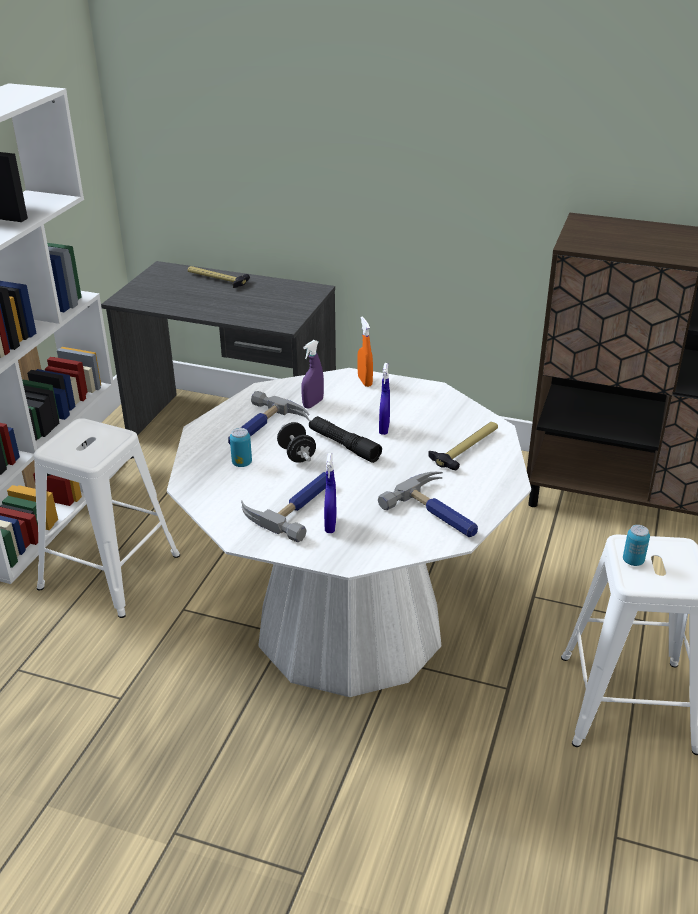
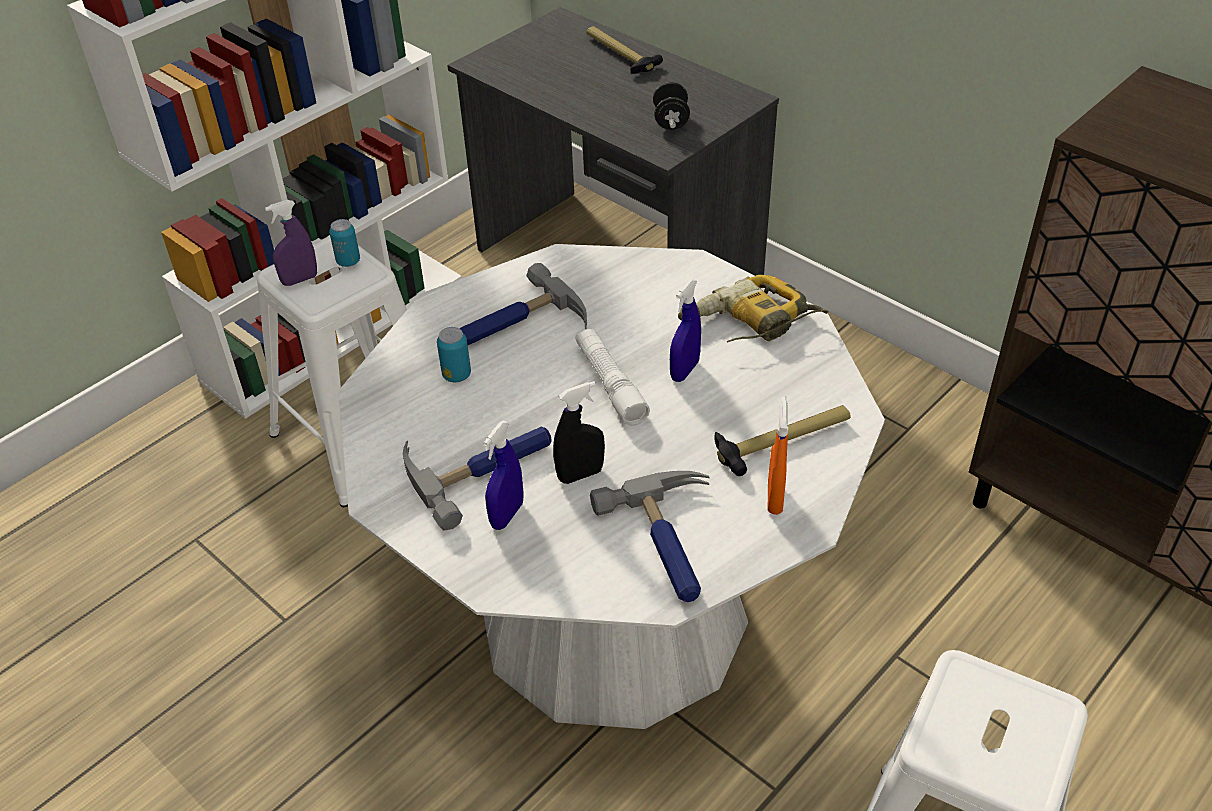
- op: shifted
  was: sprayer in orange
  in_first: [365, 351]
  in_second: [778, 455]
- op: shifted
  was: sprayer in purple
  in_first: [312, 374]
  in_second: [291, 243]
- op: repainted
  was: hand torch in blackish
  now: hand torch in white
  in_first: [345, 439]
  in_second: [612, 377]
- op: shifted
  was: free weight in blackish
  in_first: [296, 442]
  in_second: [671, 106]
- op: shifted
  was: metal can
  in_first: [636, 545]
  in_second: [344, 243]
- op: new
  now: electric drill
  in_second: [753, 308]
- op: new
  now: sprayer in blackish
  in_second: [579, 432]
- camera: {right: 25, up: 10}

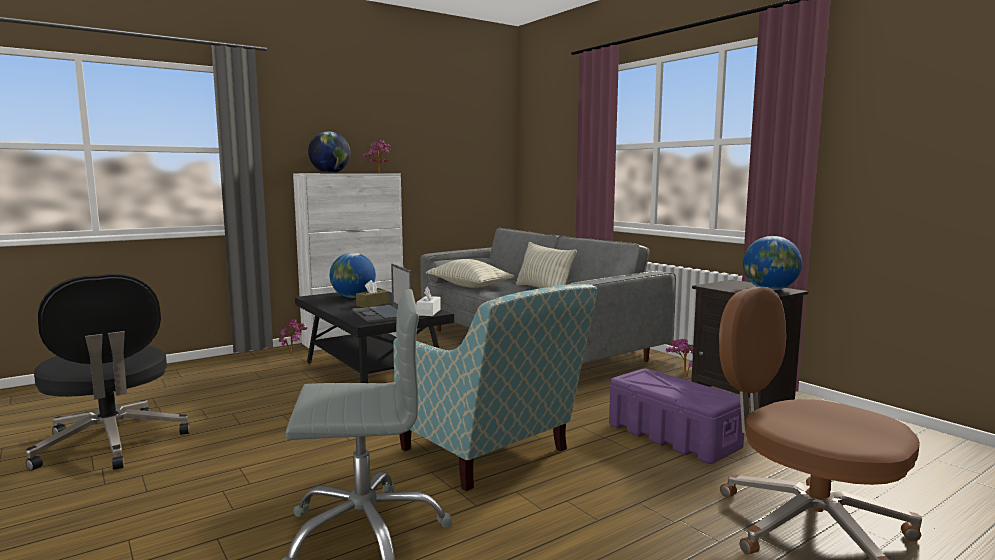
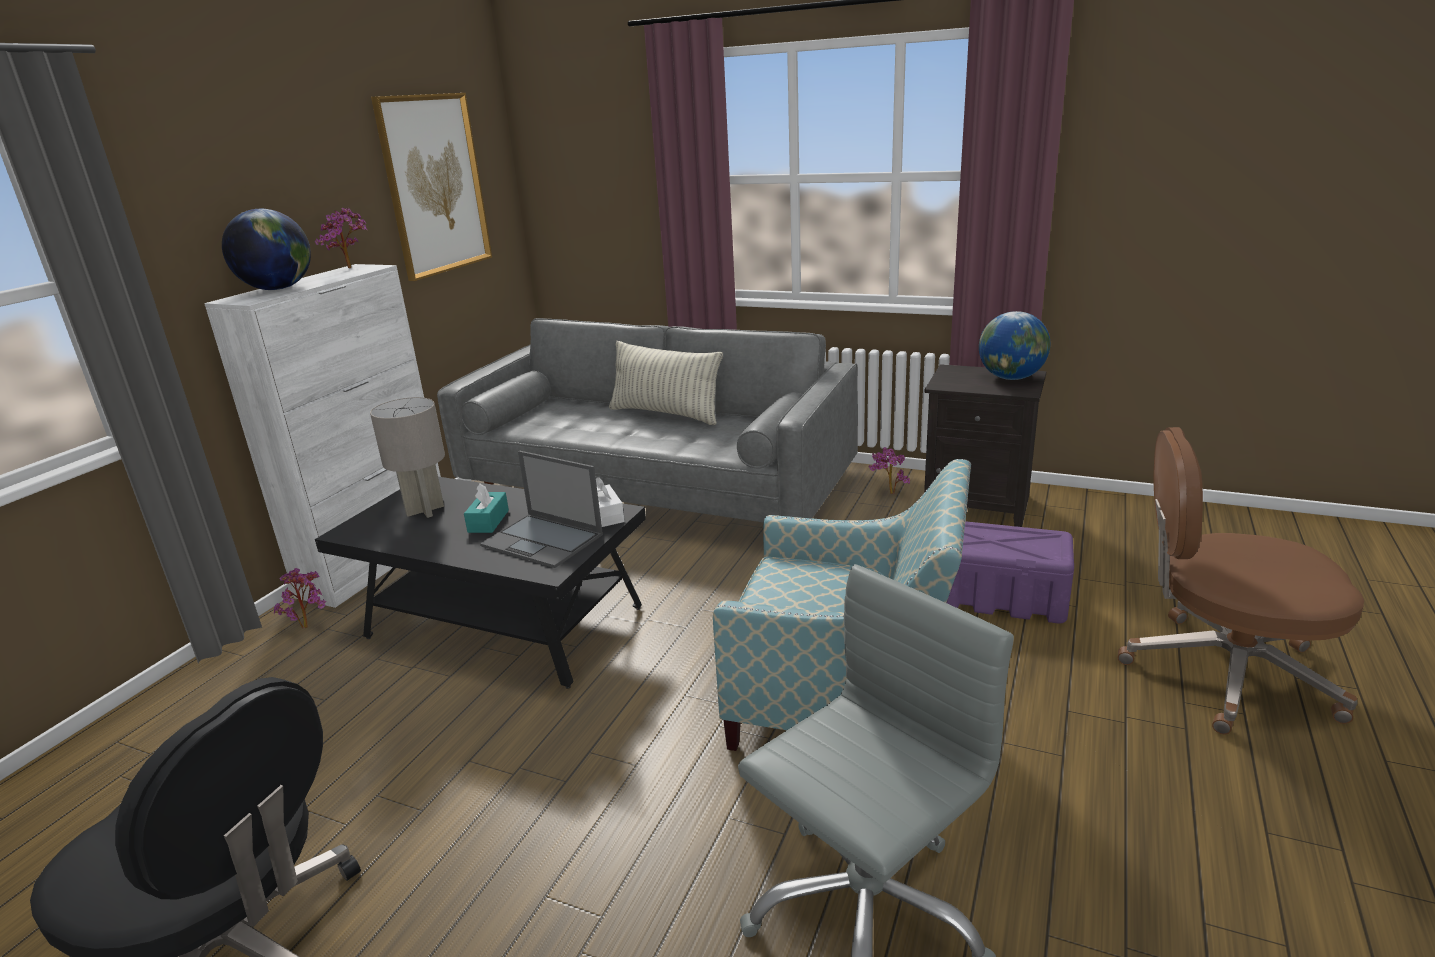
- op: swapped
  was: globe
  now: tabletop lamp in gray
  in_first: [353, 275]
  in_second: [407, 457]
- op: gone
  was: throw pillow
  in_first: [470, 273]
- op: repainted
  was: tissue holder in brownish
  now: tissue holder in turquoise-coloured
  in_first: [372, 294]
  in_second: [486, 508]
- op: new
  now: wall picture
  in_second: [431, 187]
- camera: {right: -30, up: 15}

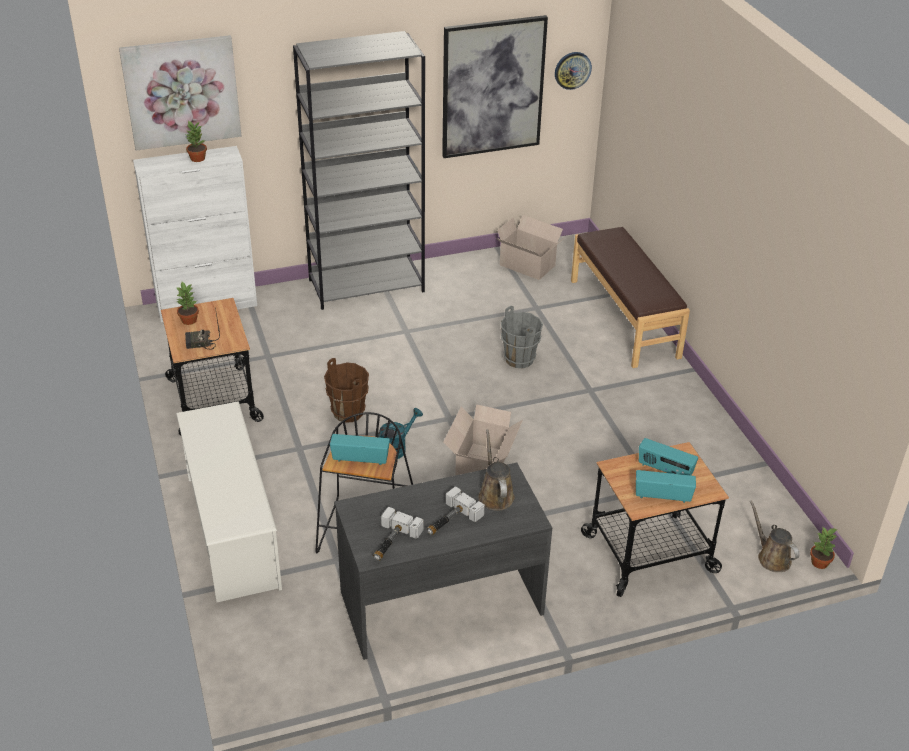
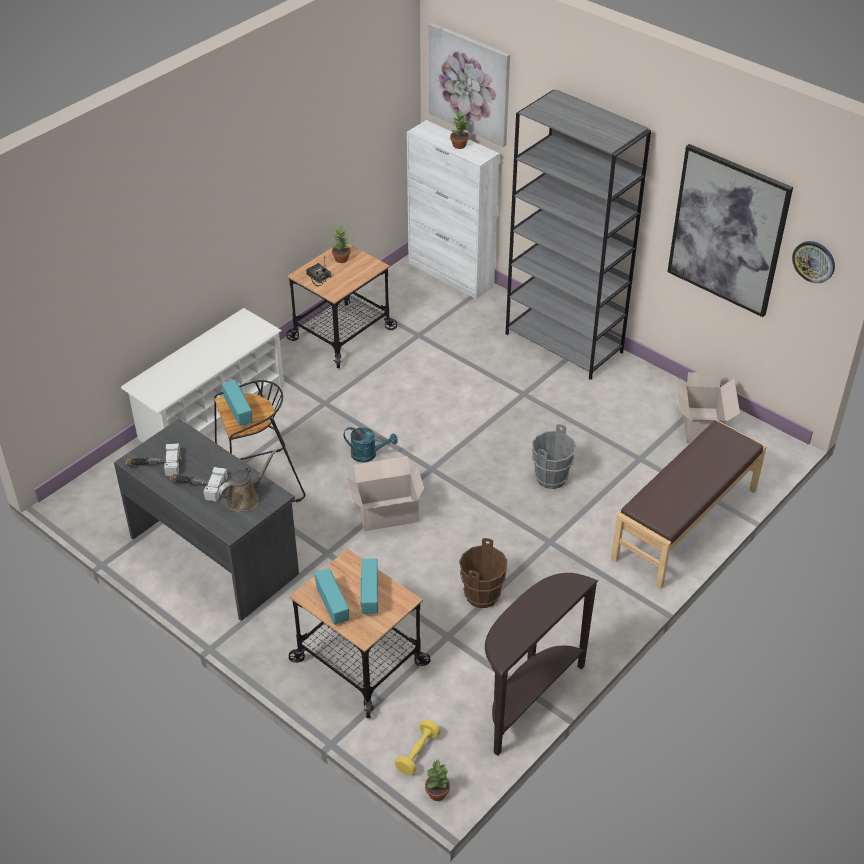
- op: shifted
  was: water bucket in brownish
  in_first: [346, 390]
  in_second: [483, 573]
- op: swapped
  was: watering pot in brownish
  now: free weight in yellow
  in_first: [775, 536]
  in_second: [418, 748]
- op: new
  now: narrow table in brownish
  in_second: [541, 664]
- camera: {right: 60, up: 5}

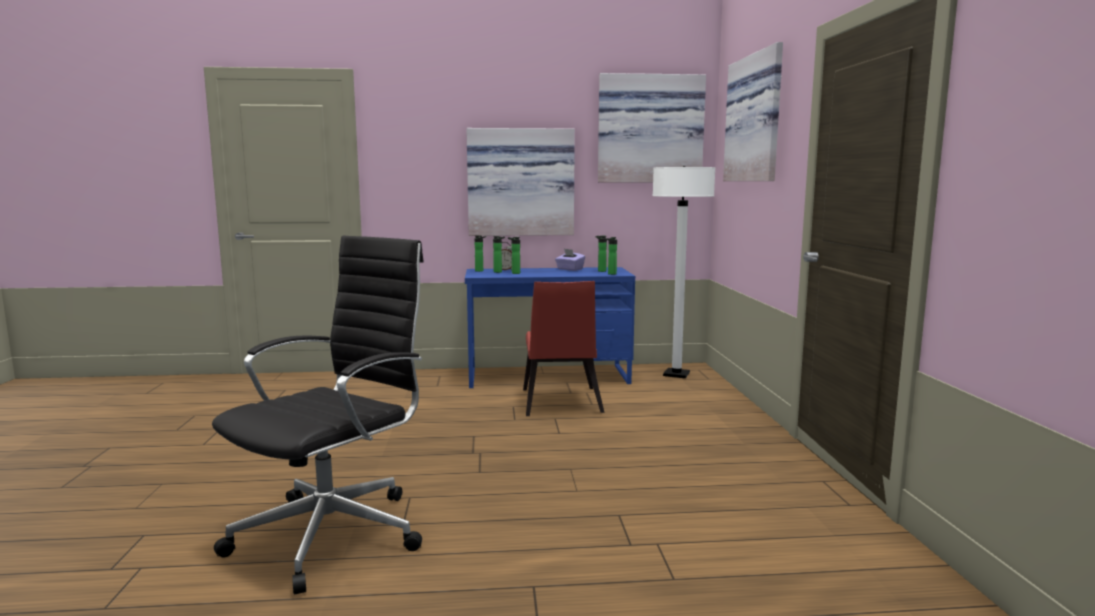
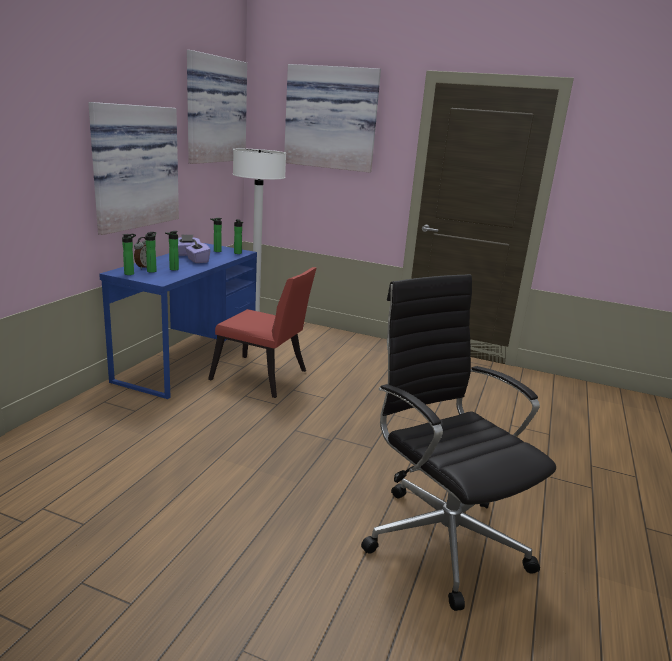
- op: new
  now: tissue holder in purple
  in_second: [198, 251]
- camera: {right: -65, up: 10}

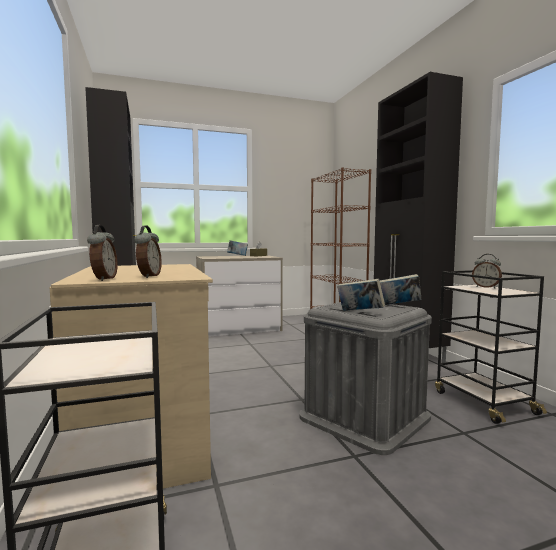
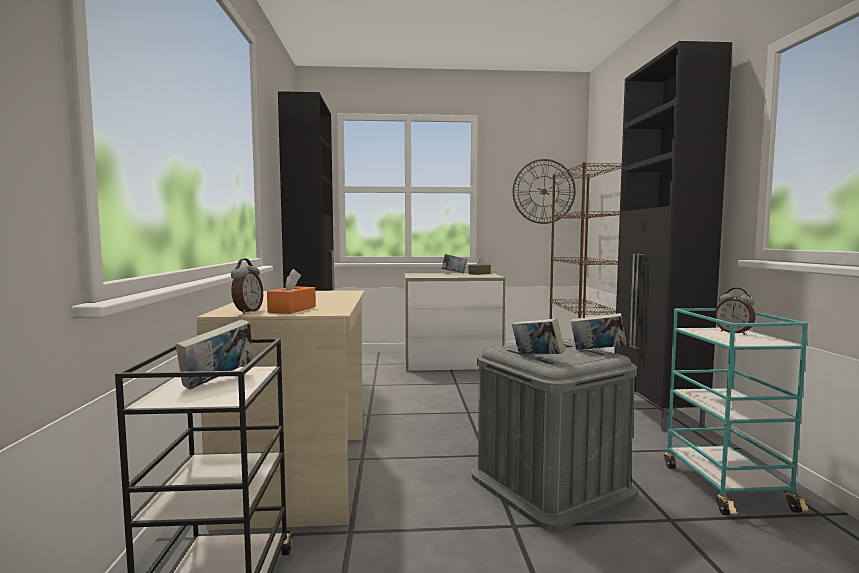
- op: swapped
  was: alarm clock
  now: tissue holder in orange
  in_first: [148, 251]
  in_second: [291, 291]
- op: repainted
  was: wheeled cart in blackish
  now: wheeled cart in turquoise-coloured
  in_first: [491, 347]
  in_second: [736, 411]
- op: new
  now: hanging clock
  in_second: [544, 191]
- op: new
  now: book
  in_second: [214, 354]
- camera: {right: 15, up: 0}

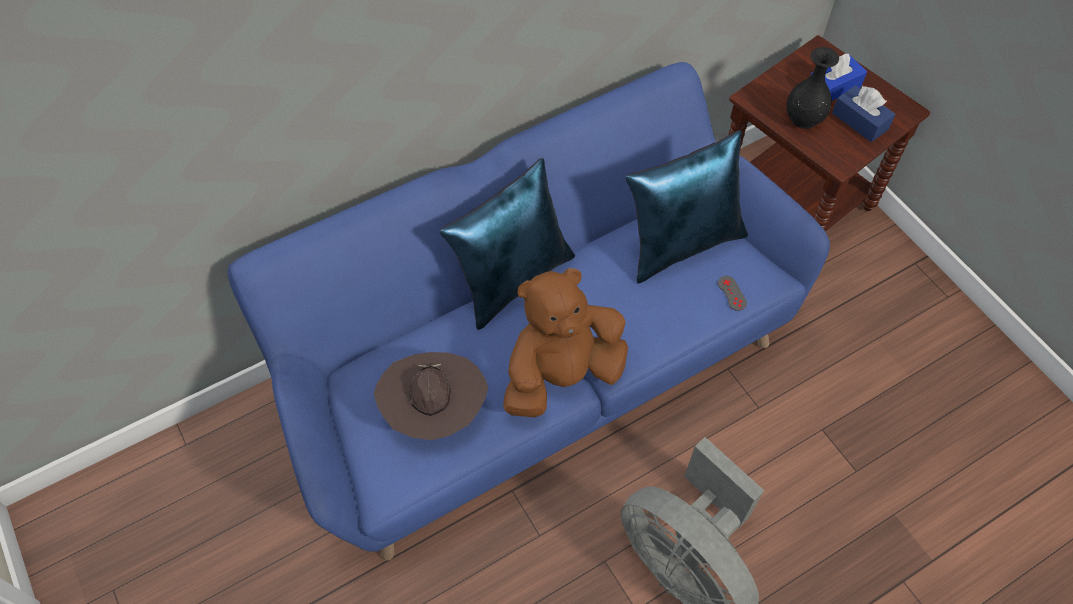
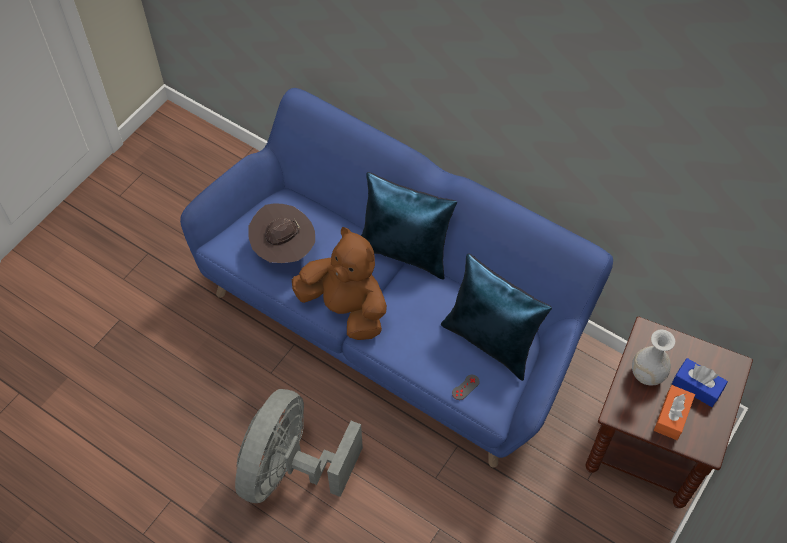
- op: repainted
  was: vase in blackish
  now: vase in white
  in_first: [812, 88]
  in_second: [653, 357]
- op: repainted
  was: tissue holder in blue-coloured
  now: tissue holder in orange
  in_first: [864, 113]
  in_second: [674, 412]
- camera: {right: 65, up: 0}

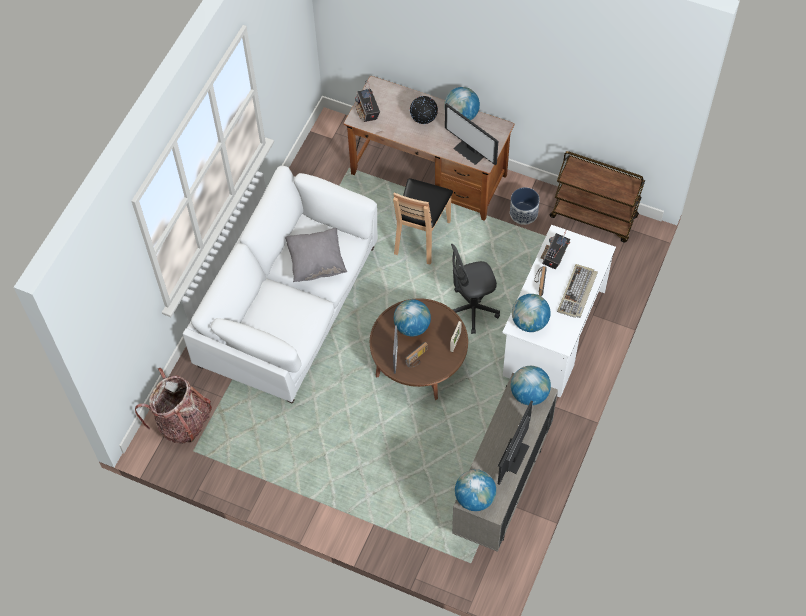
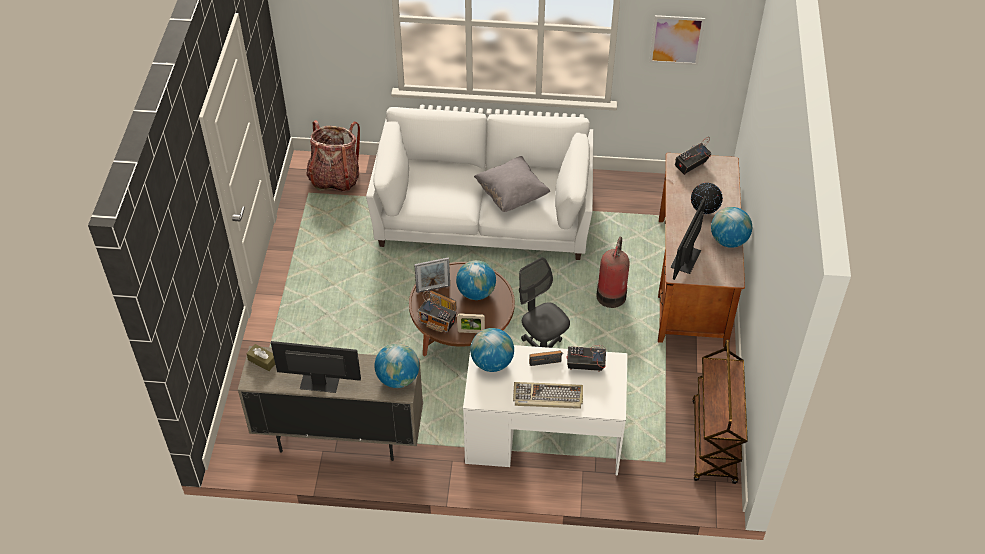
- op: swapped
  was: upright chair in brownish
  now: fire extinguisher
  in_first: [423, 221]
  in_second: [612, 272]
- op: gone
  was: plant pot
  in_first: [525, 206]
- op: swapped
  was: globe
  now: tissue holder in brownish
  in_first: [475, 490]
  in_second: [260, 357]
- op: new
  now: wall picture
  in_second: [677, 40]
- op: new
  now: radio
  in_second: [437, 312]
- camera: {right: 70, up: -10}

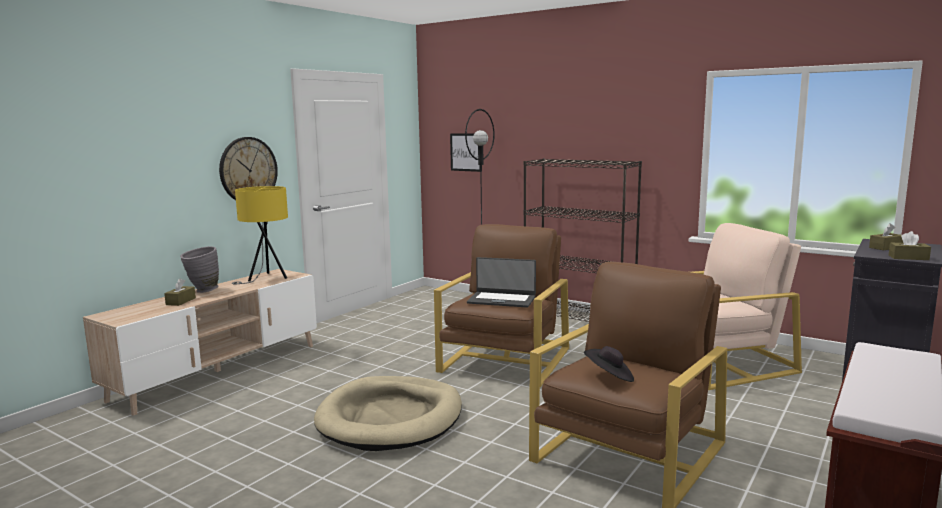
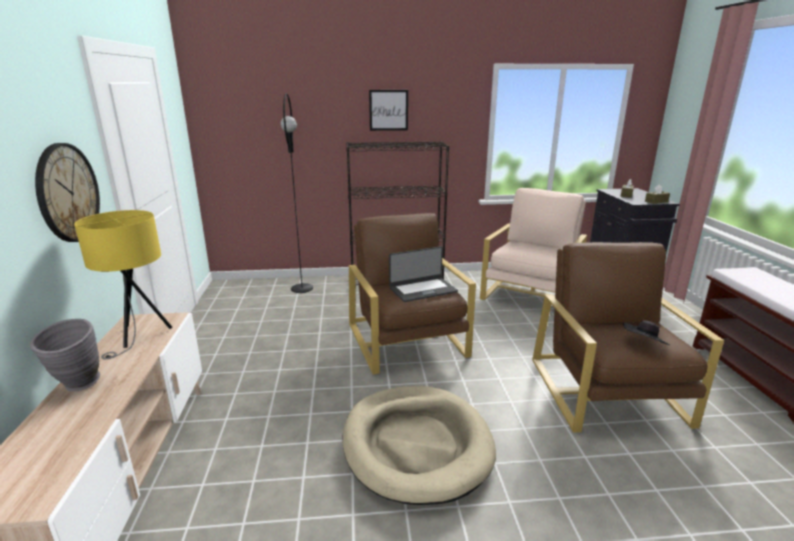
- op: shifted
  was: wall picture
  in_first: [466, 152]
  in_second: [388, 110]
- op: gone
  was: tissue holder in brownish
  in_first: [180, 292]
- camera: {right: -40, up: 10}

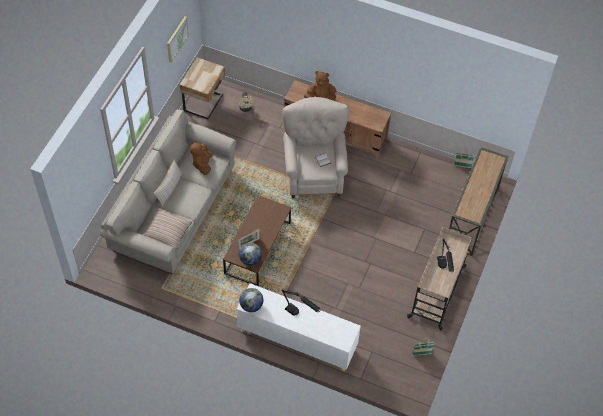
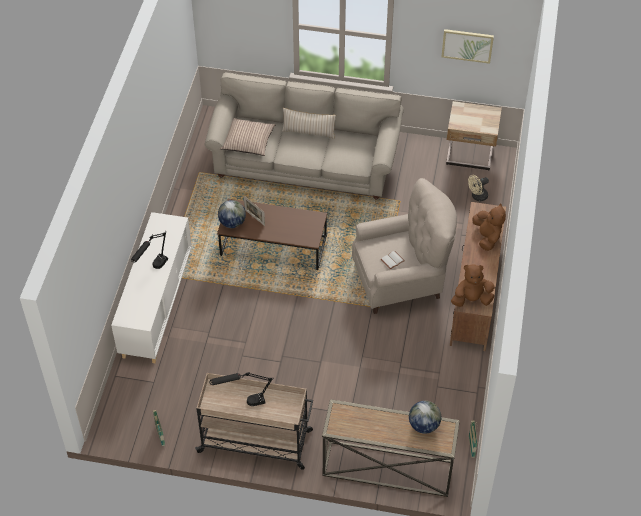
- op: shifted
  was: plush toy in brownish
  in_first: [201, 157]
  in_second: [473, 285]
- op: shifted
  was: globe
  in_first: [251, 300]
  in_second: [425, 417]
- camera: {right: 80, up: -5}

